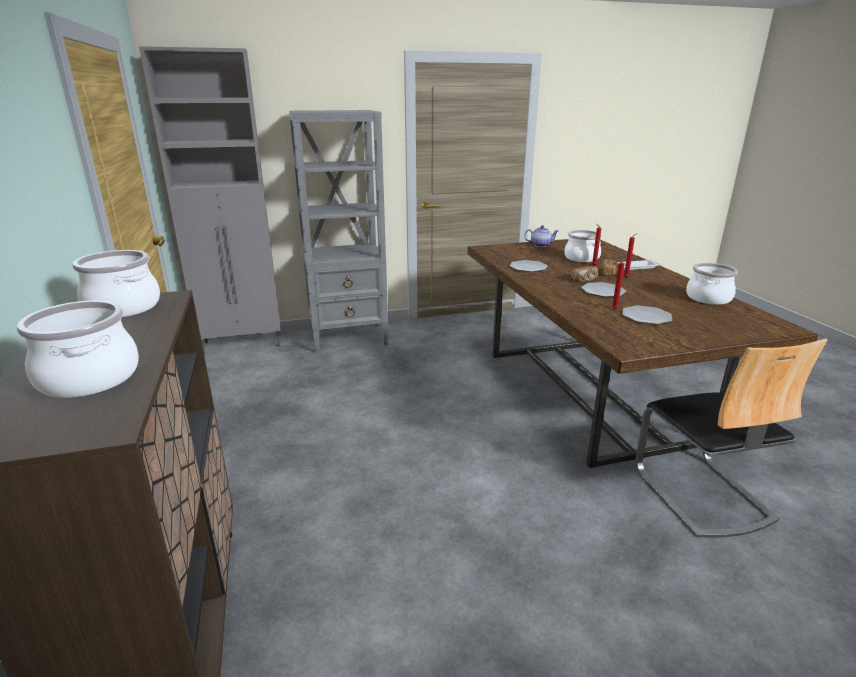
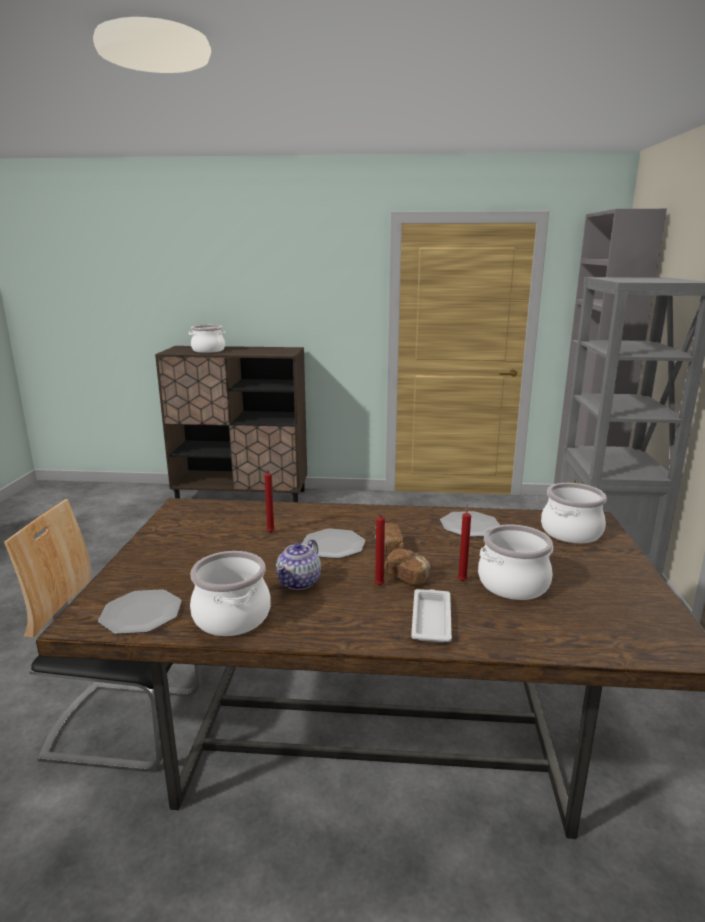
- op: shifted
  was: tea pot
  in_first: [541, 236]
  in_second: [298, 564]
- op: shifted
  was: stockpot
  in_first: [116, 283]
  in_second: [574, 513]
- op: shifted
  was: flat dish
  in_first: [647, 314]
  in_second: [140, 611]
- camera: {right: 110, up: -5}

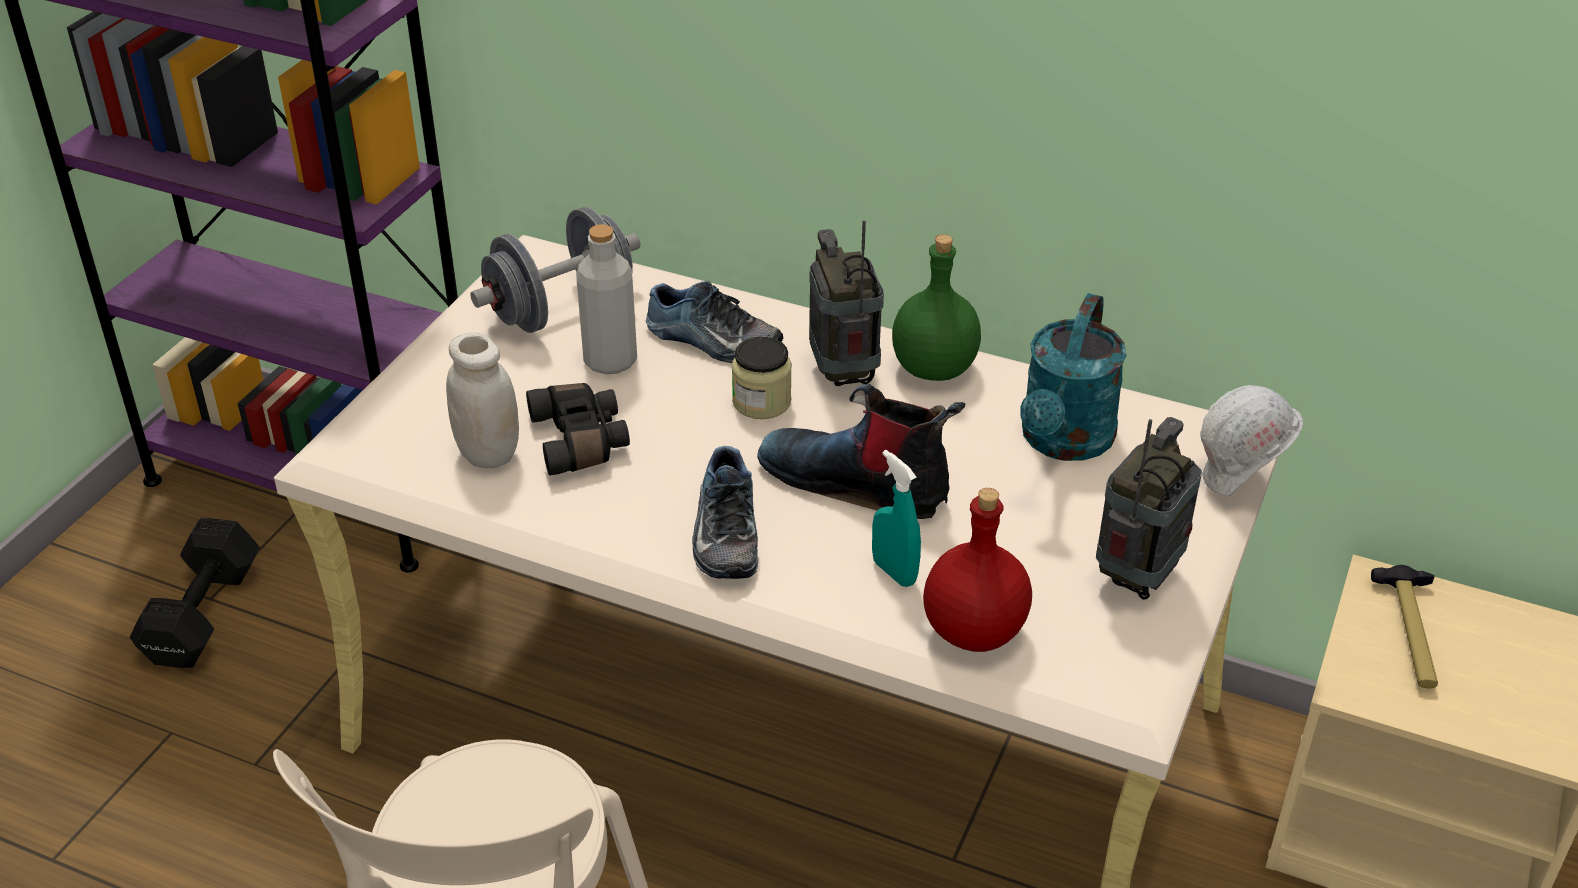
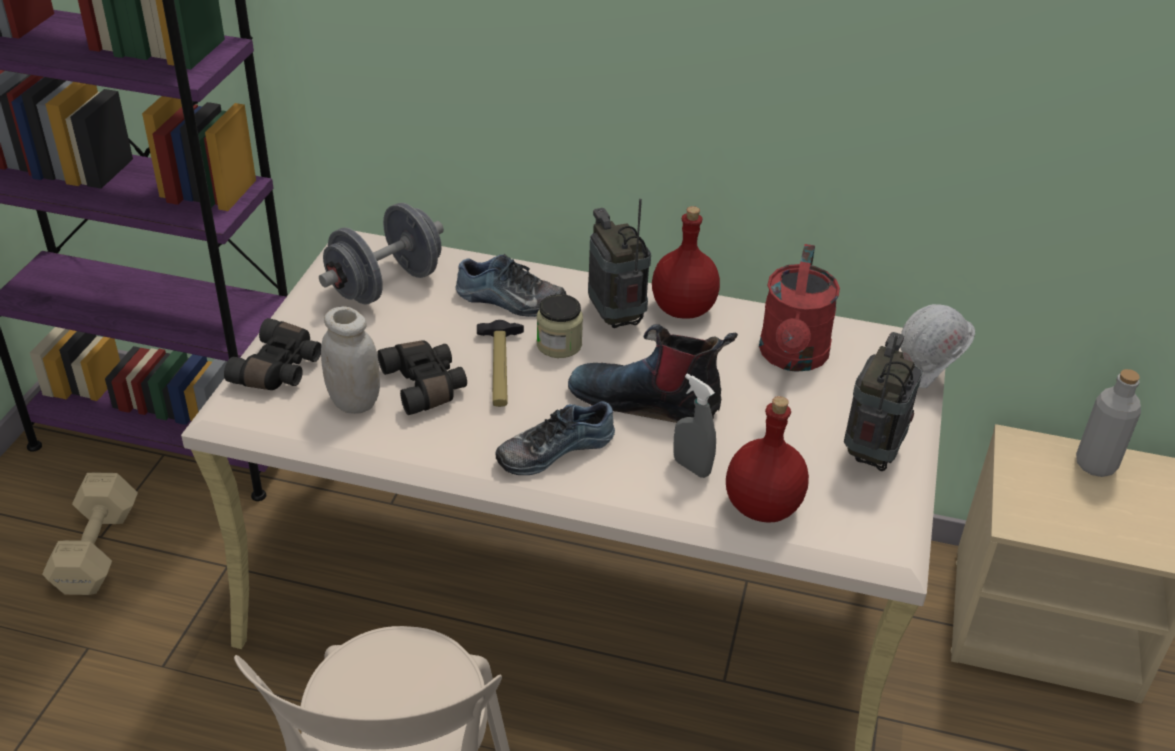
- op: shifted
  was: bottle in gray
  in_first: [606, 299]
  in_second: [1108, 423]
- op: repainted
  was: bottle in green
  now: bottle in red
  in_first: [936, 308]
  in_second: [686, 262]
- op: repainted
  was: watering pot in turquoise-coloured
  now: watering pot in red
  in_first: [1073, 377]
  in_second: [799, 308]
- op: rotated
  was: item of footwear
  in_first: [725, 512]
  in_second: [555, 438]
  clockwise: 75
- op: repainted
  was: sprayer in turquoise-coloured
  now: sprayer in gray
  in_first: [896, 518]
  in_second: [694, 426]
- op: repainted
  was: free weight in blackish
  now: free weight in sand-coloured
  in_first: [195, 593]
  in_second: [90, 534]
- op: shifted
  was: hammer
  in_first: [1404, 626]
  in_second: [500, 363]
- op: new
  now: field glasses in blackish
  in_second: [272, 354]
- camera: {right: -10, up: 0}

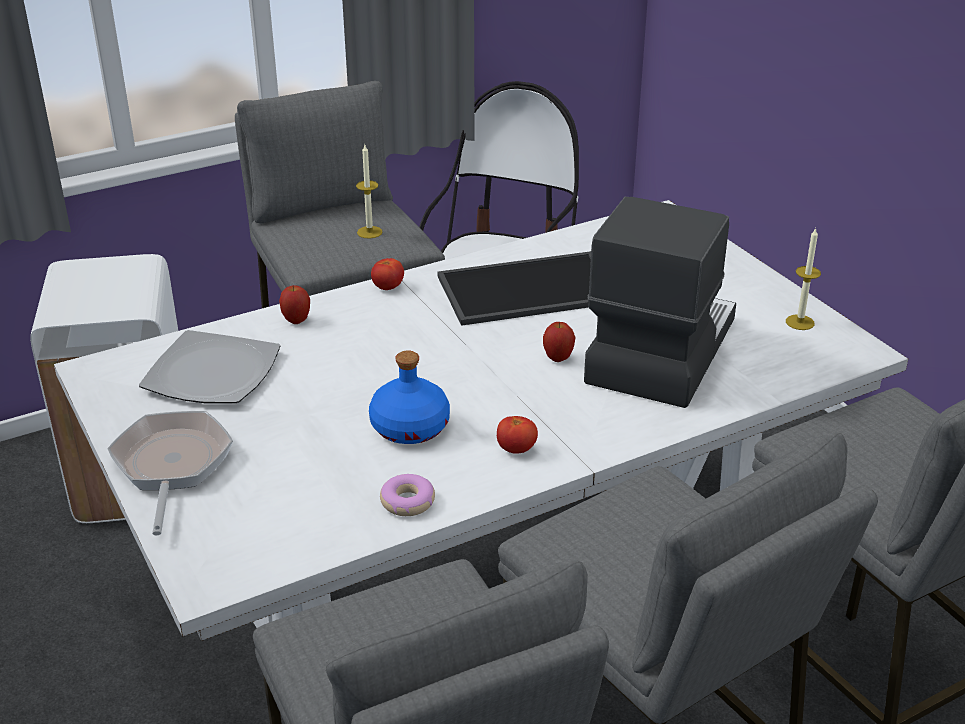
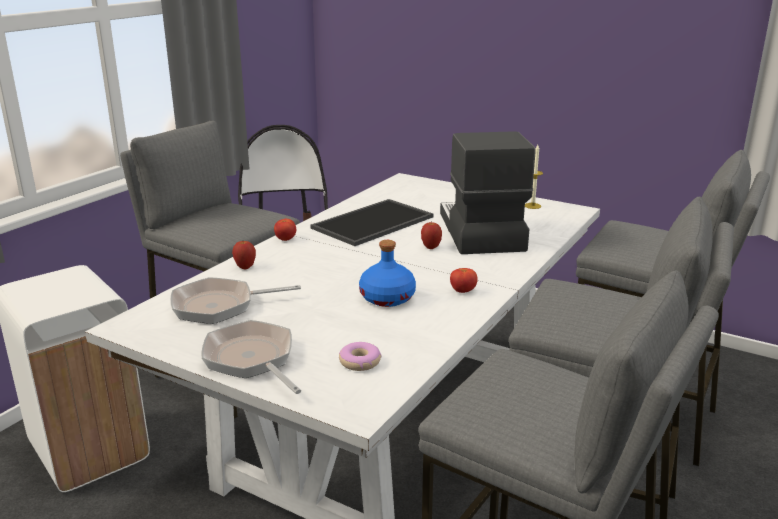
- op: gone
  was: candle
  in_first: [369, 192]
- op: swapped
  was: flat dish
  now: pan
  in_first: [210, 367]
  in_second: [235, 300]
- op: shifted
  was: ring doughnut
  in_first: [407, 495]
  in_second: [360, 356]
- camera: {right: -30, up: -10}

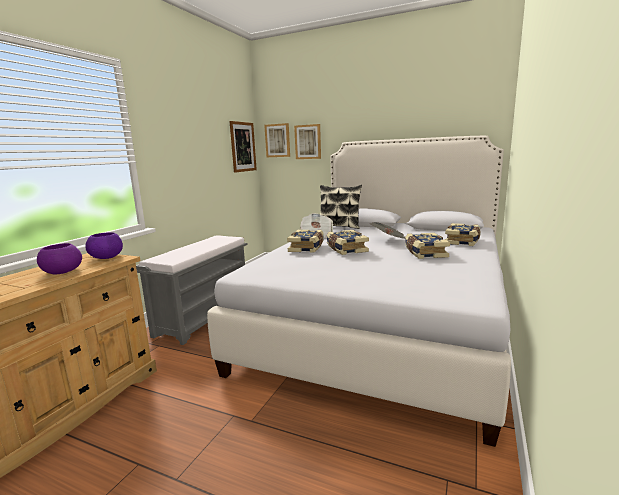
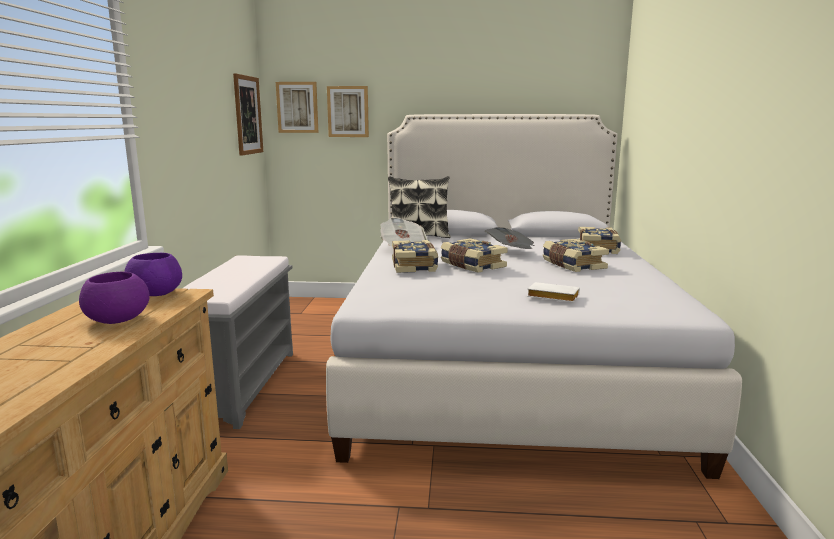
- op: new
  now: book in white
  in_second: [553, 292]
- camera: {right: -20, up: 0}

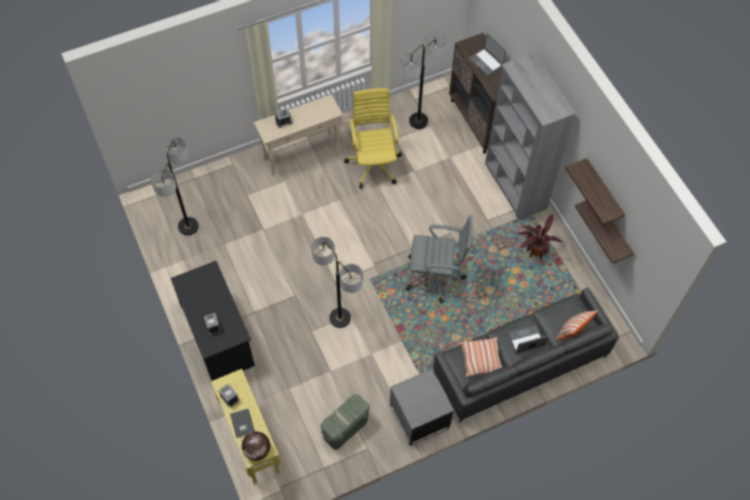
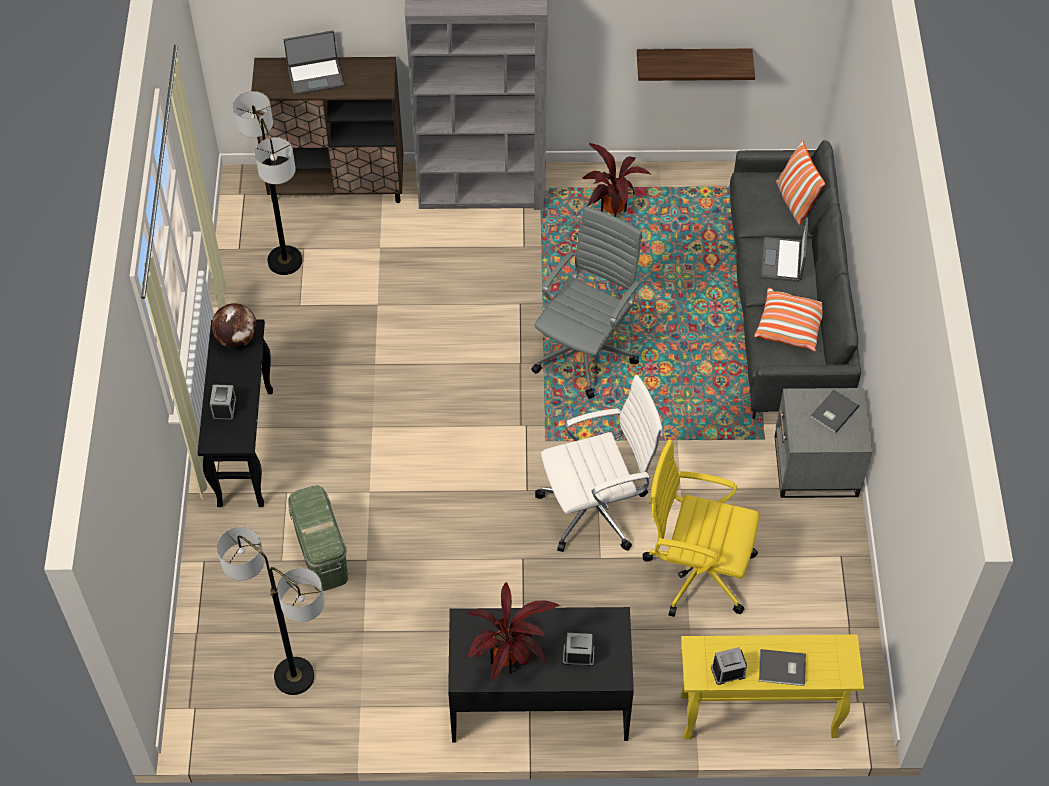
- op: shifted
  was: desk chair in yellow
  in_first: [373, 138]
  in_second: [700, 528]
- op: repainted
  was: narrow table in sand-coloured
  now: narrow table in blackish
  in_first: [298, 134]
  in_second: [235, 413]
- op: gone
  was: bracket shelf
  in_first: [595, 191]
- op: swapped
  was: standing lamp
  now: desk chair in white
  in_first: [337, 282]
  in_second: [599, 463]
- op: shifted
  was: storage container in green
  in_first: [345, 421]
  in_second: [318, 538]
- op: shifted
  was: globe
  in_first: [256, 446]
  in_second: [234, 325]
- op: new
  now: book in gray
  in_second: [834, 411]
- op: new
  now: potted plant
  in_second: [512, 631]
- camera: {right: -65, up: -5}

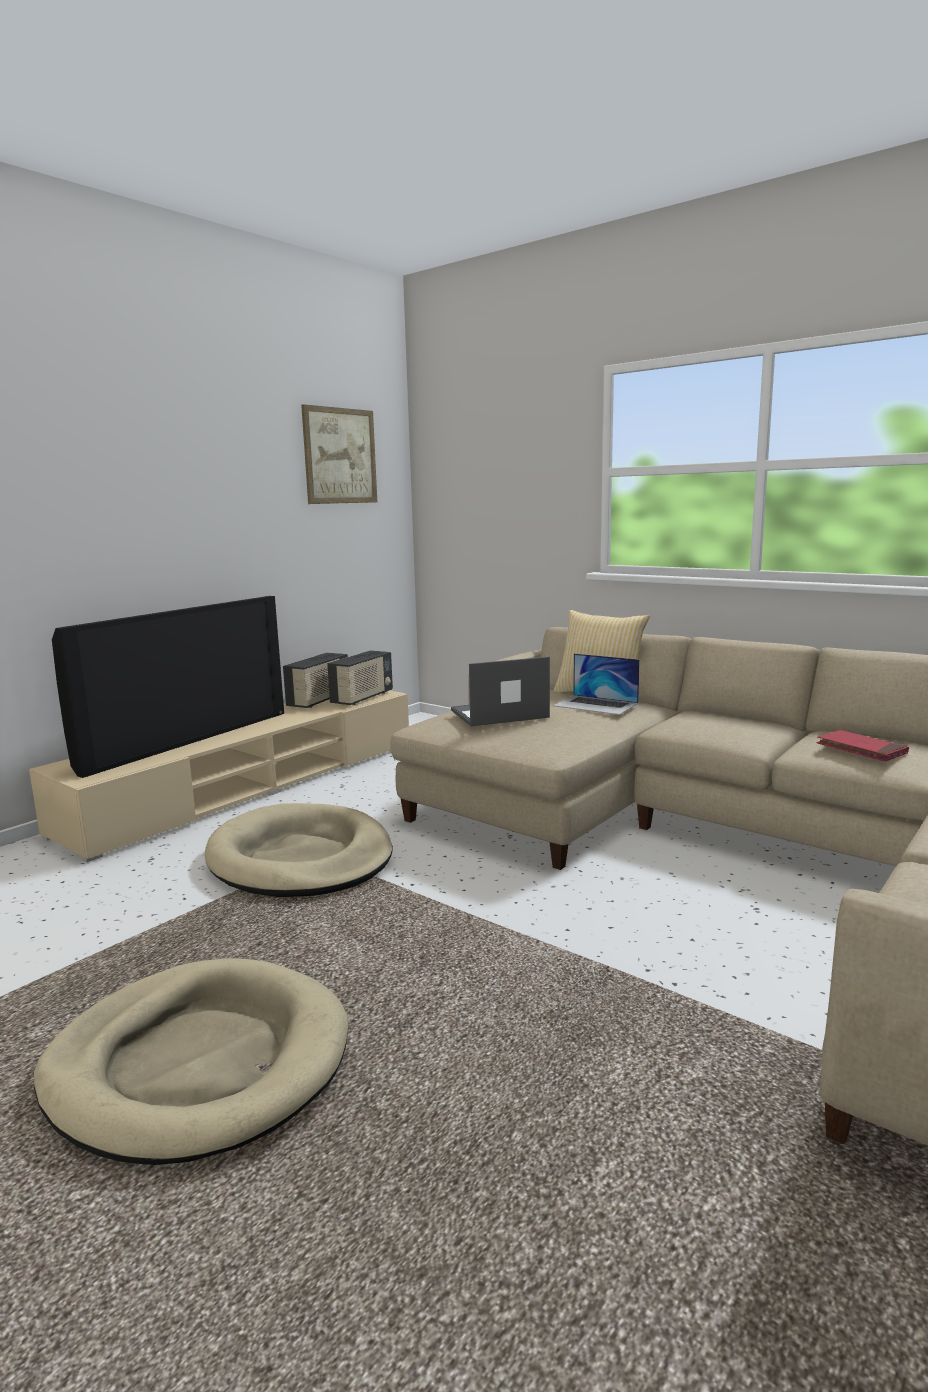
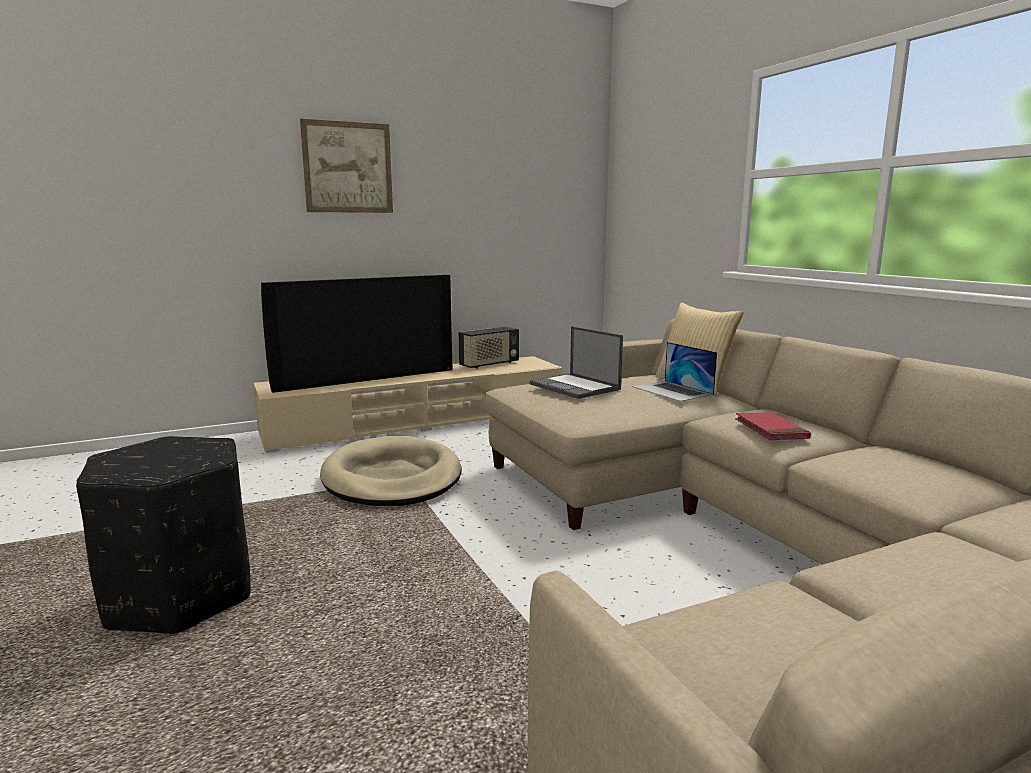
- op: shifted
  was: wall picture
  in_first: [339, 454]
  in_second: [346, 166]
- op: gone
  was: radio
  in_first: [360, 677]
- op: rotated
  was: notebook computer
  in_first: [500, 691]
  in_second: [576, 362]
  clockwise: -135
- op: shifted
  was: book in red
  in_first: [862, 746]
  in_second: [773, 426]
- op: swapped
  was: dog cushion in sand-coloured
  now: pouffe in blackish
  in_first: [191, 1061]
  in_second: [163, 535]
- camera: {right: 25, up: 0}

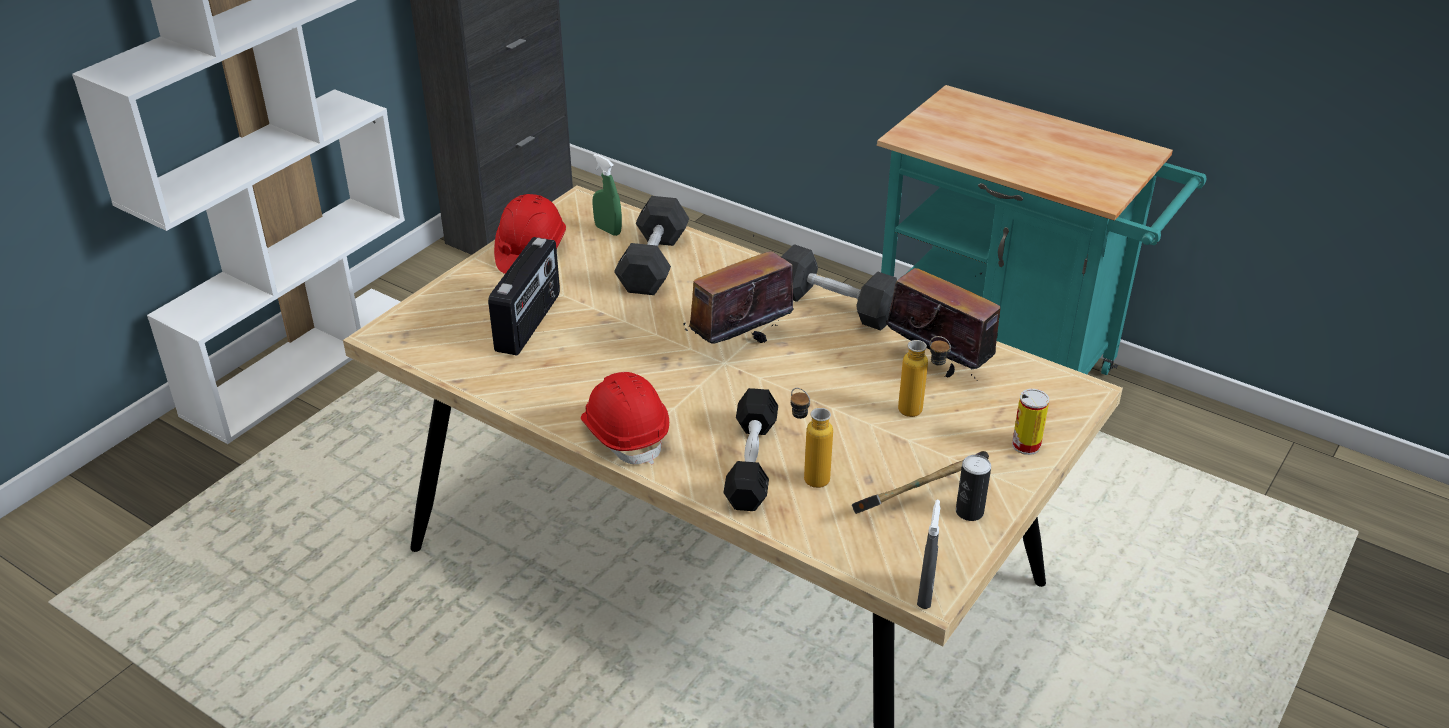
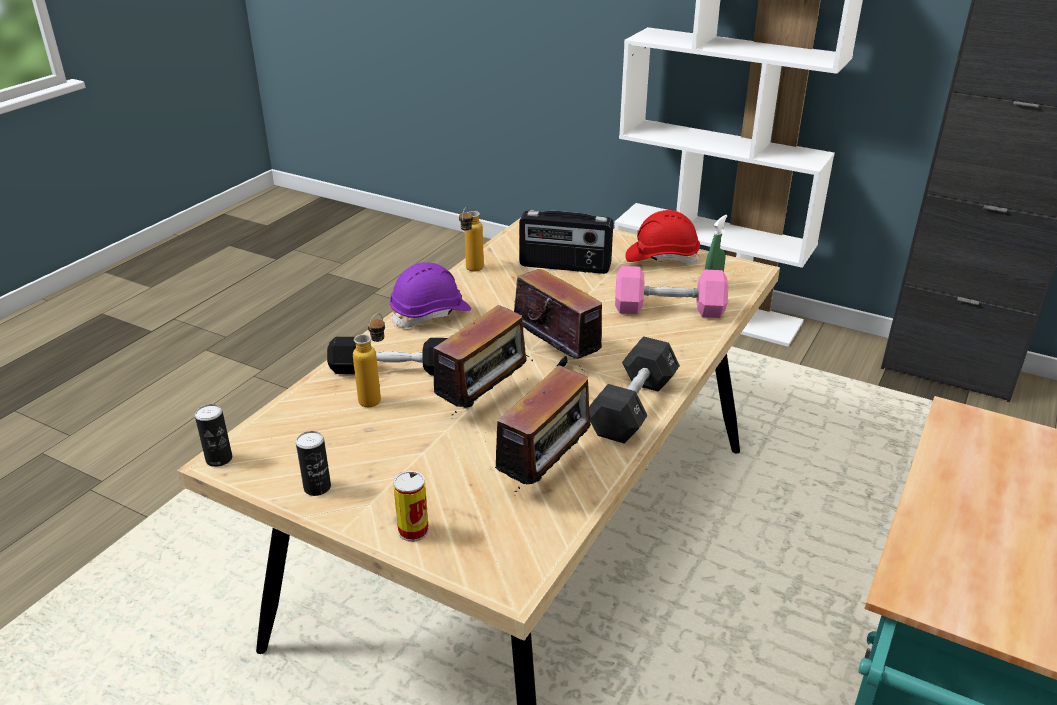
- op: repainted
  was: free weight in blackish
  now: free weight in pink-coloured
  in_first: [651, 245]
  in_second: [672, 292]
- op: shifted
  was: bottle
  in_first: [924, 376]
  in_second: [471, 239]
- op: repainted
  was: hard hat in red
  now: hard hat in purple
  in_first: [625, 418]
  in_second: [430, 295]
- op: gone
  was: hammer
  in_first: [920, 482]
- op: swapped
  was: sprayer in gray
  now: metal can
  in_first: [928, 554]
  in_second: [213, 435]
- op: new
  now: radio
  in_second: [483, 360]
- camera: {right: 85, up: -5}

